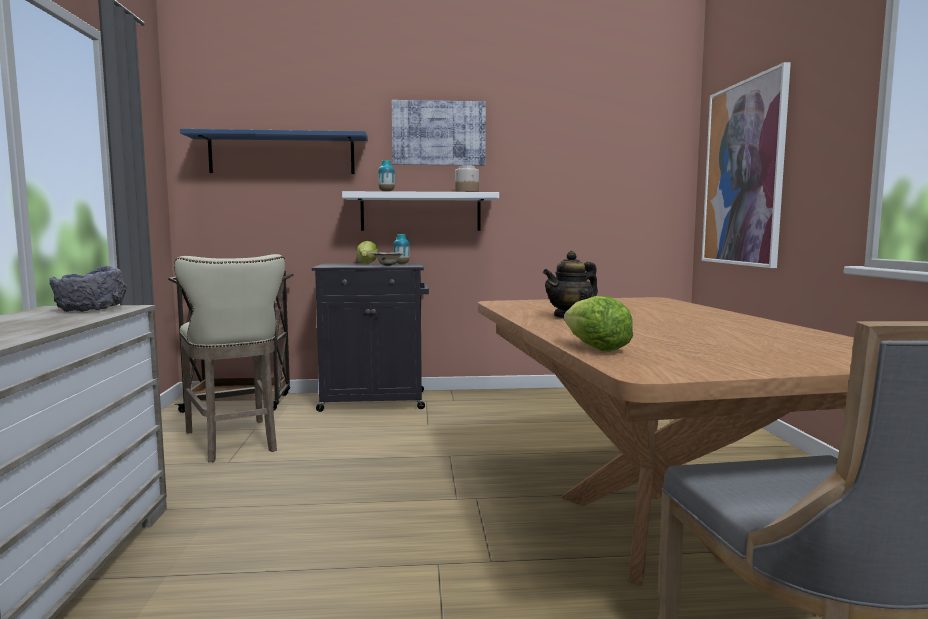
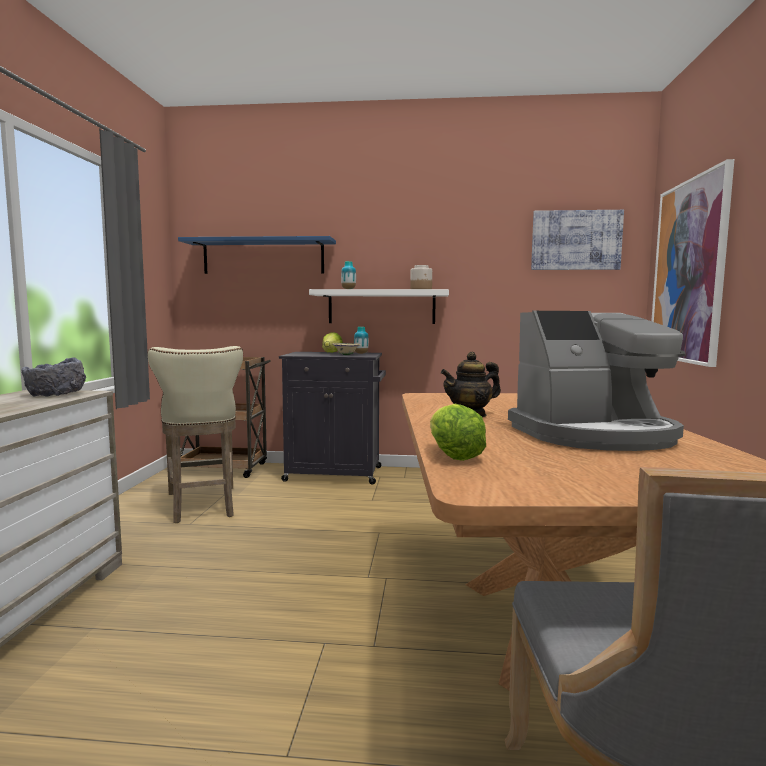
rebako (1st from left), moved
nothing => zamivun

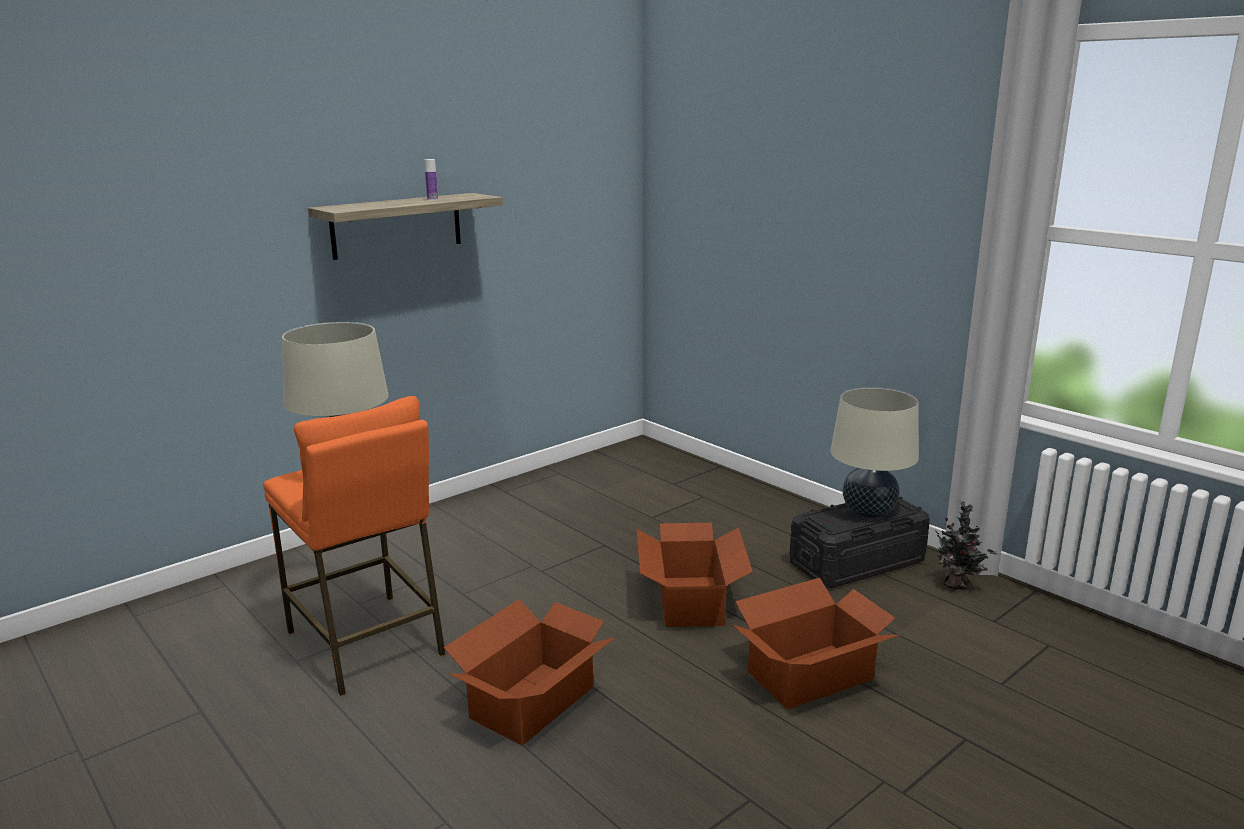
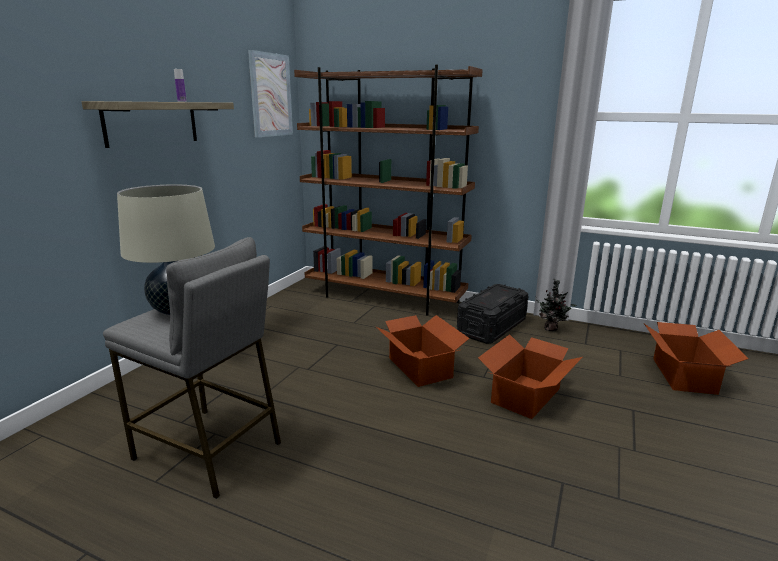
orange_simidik => grey_simidik
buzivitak (1st from left in the first image) => buzivitak (3rd from left), moved
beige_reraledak (2nd from left) => nothing
nothing => rebako
nothing => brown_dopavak

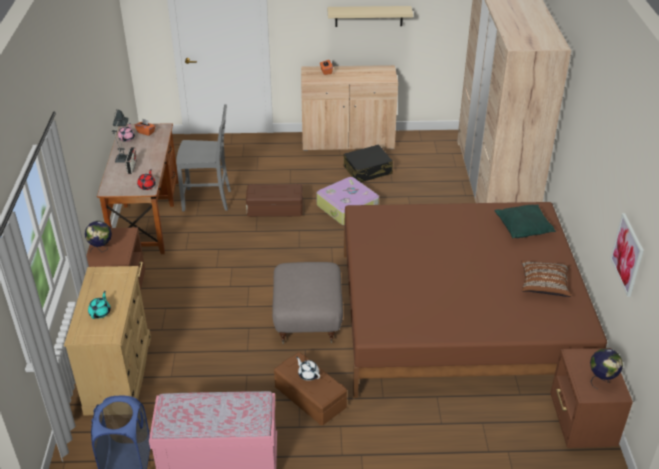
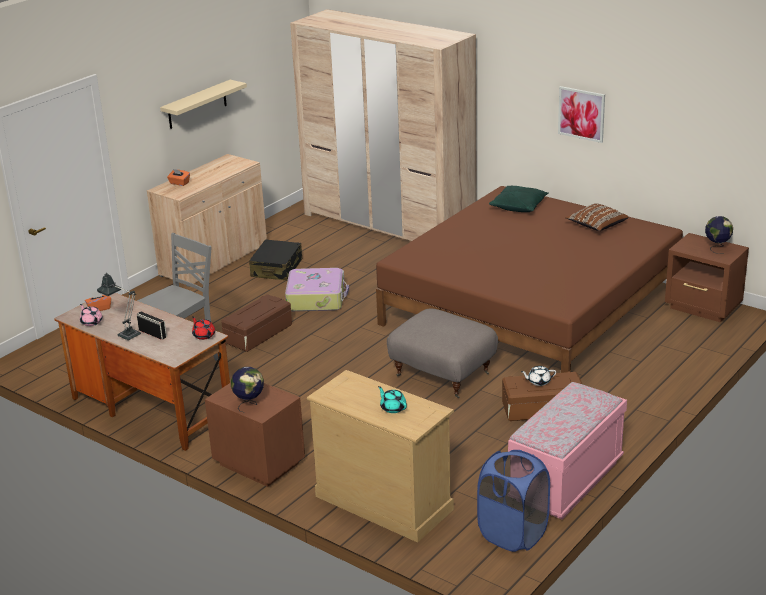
rebako, moved

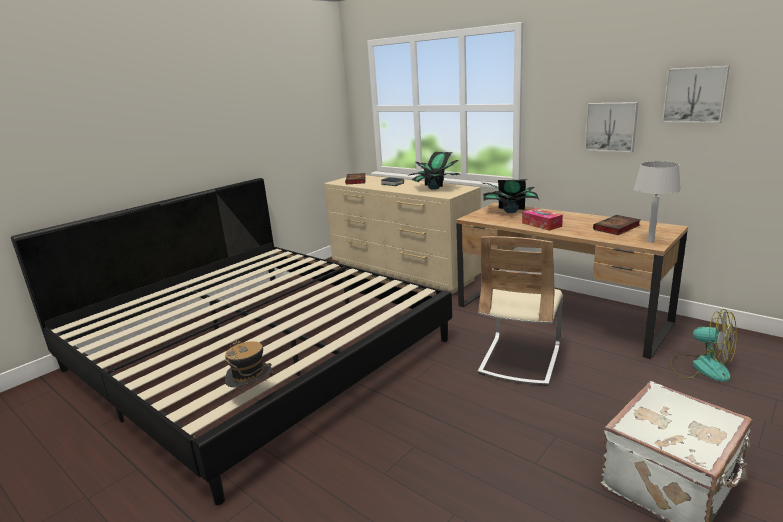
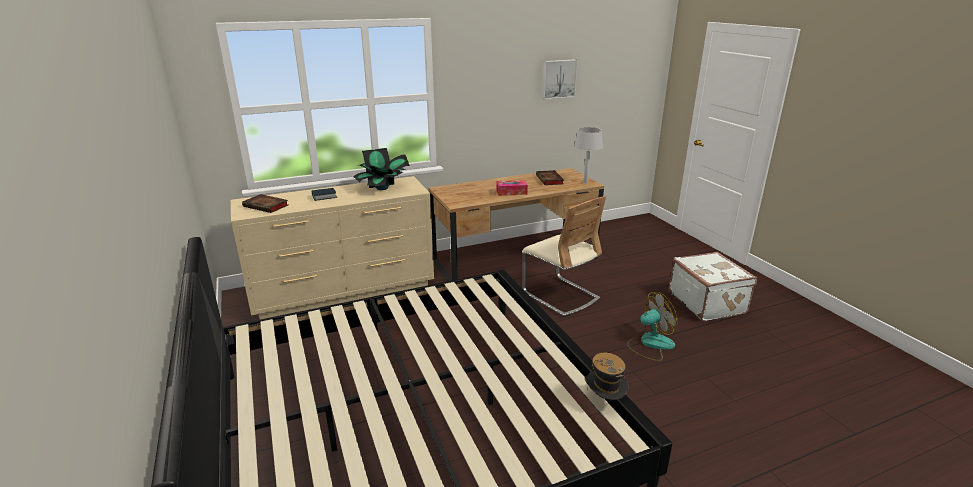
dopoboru (2nd from left) => nothing
rebako (1st from left) => nothing
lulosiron, moved

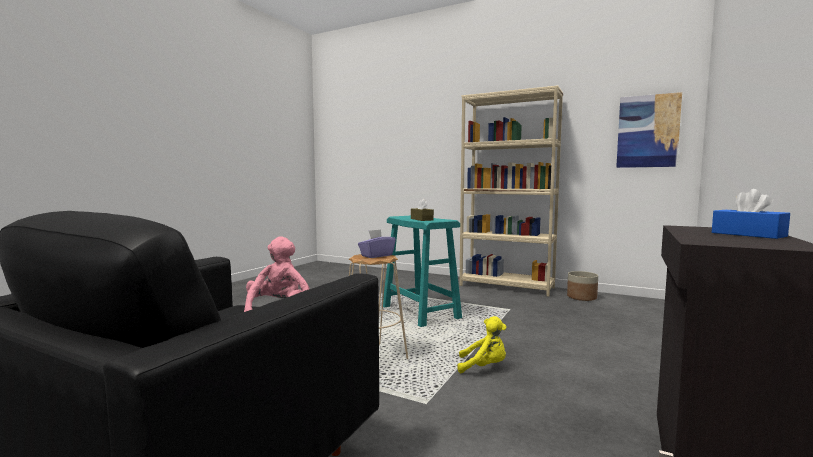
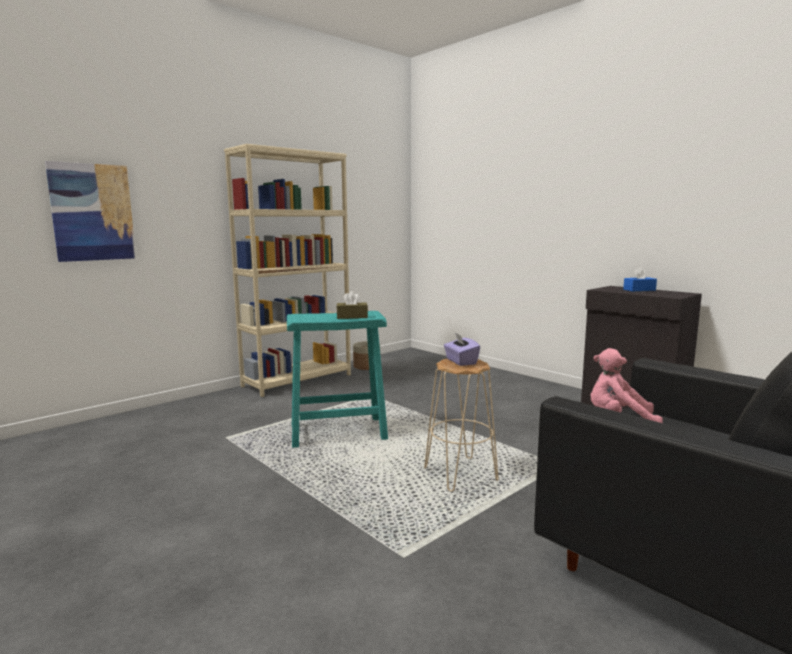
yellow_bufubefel => nothing
rebako, moved

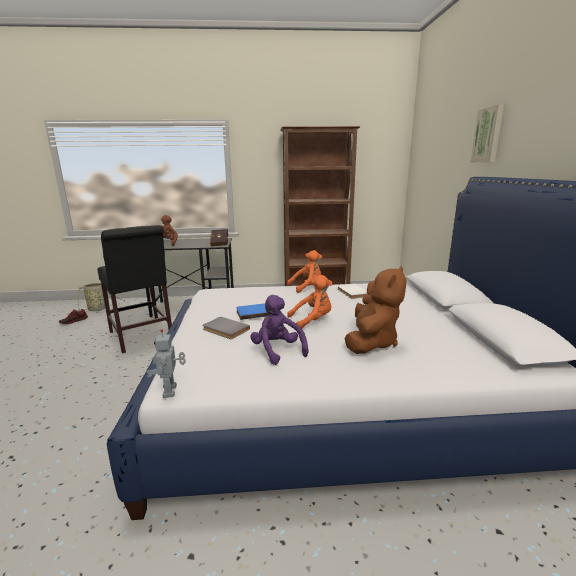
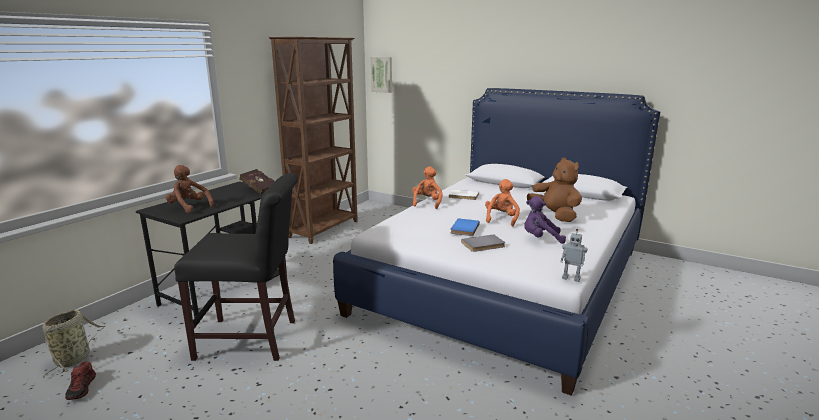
rebako, moved

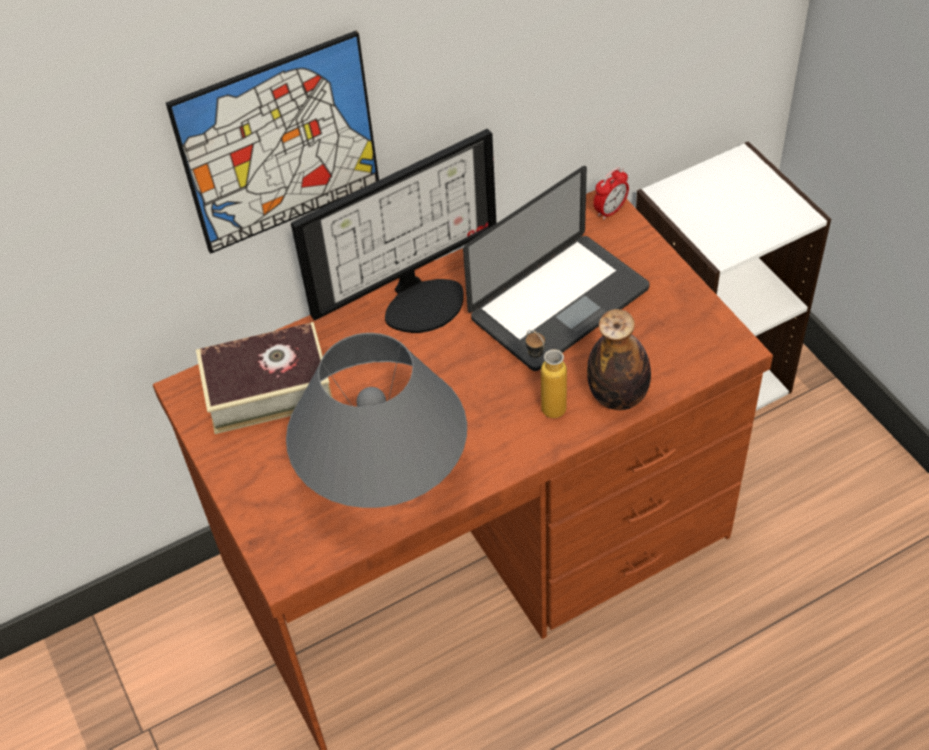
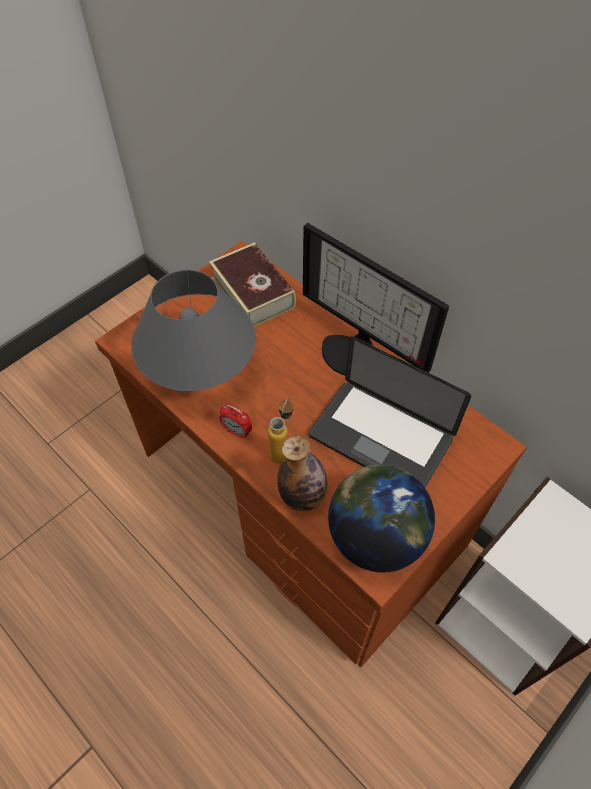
rebako => nothing
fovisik, moved
nothing => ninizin

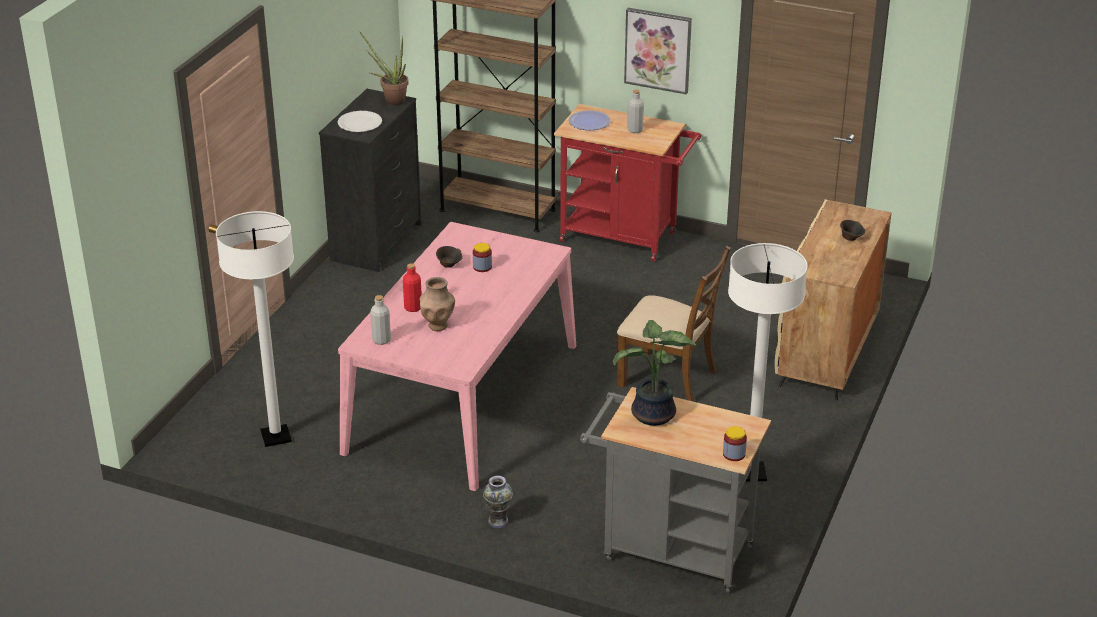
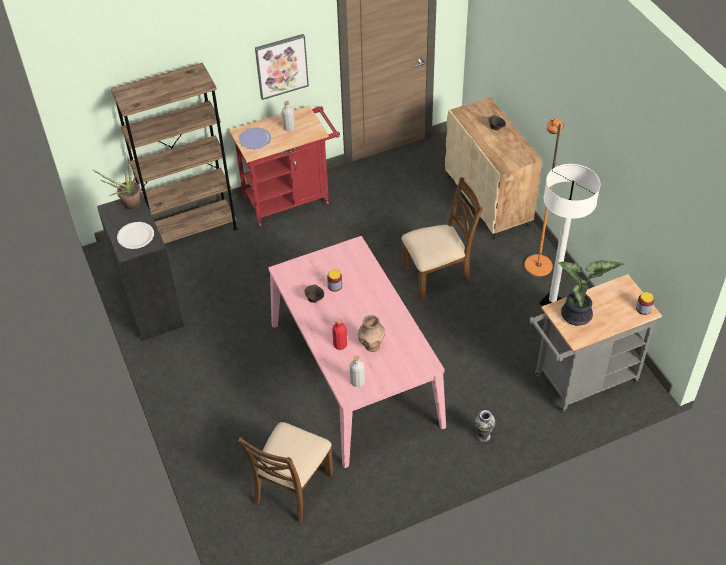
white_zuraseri (1st from left) => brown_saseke (1st from left)
nothing => orange_zuraseri

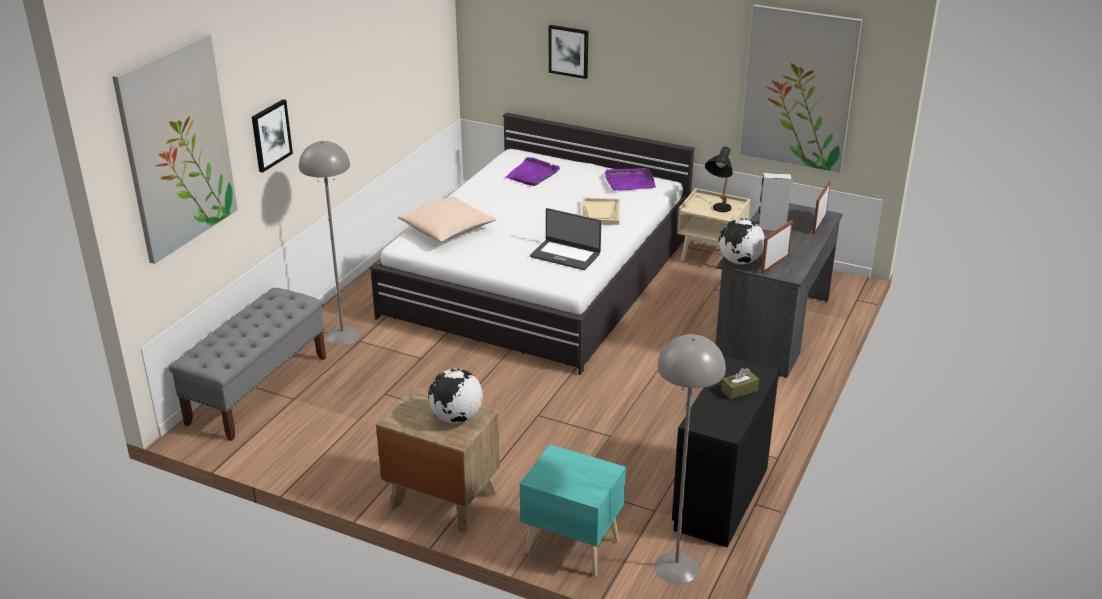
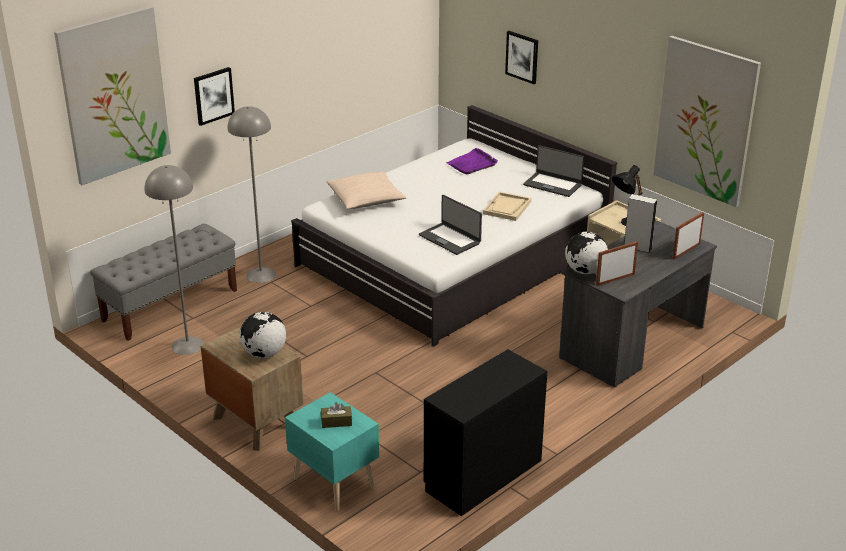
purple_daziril (2nd from left) => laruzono (2nd from left)
grey_zuraseri (2nd from left in the first image) => grey_zuraseri (1st from left), moved
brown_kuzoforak, moved

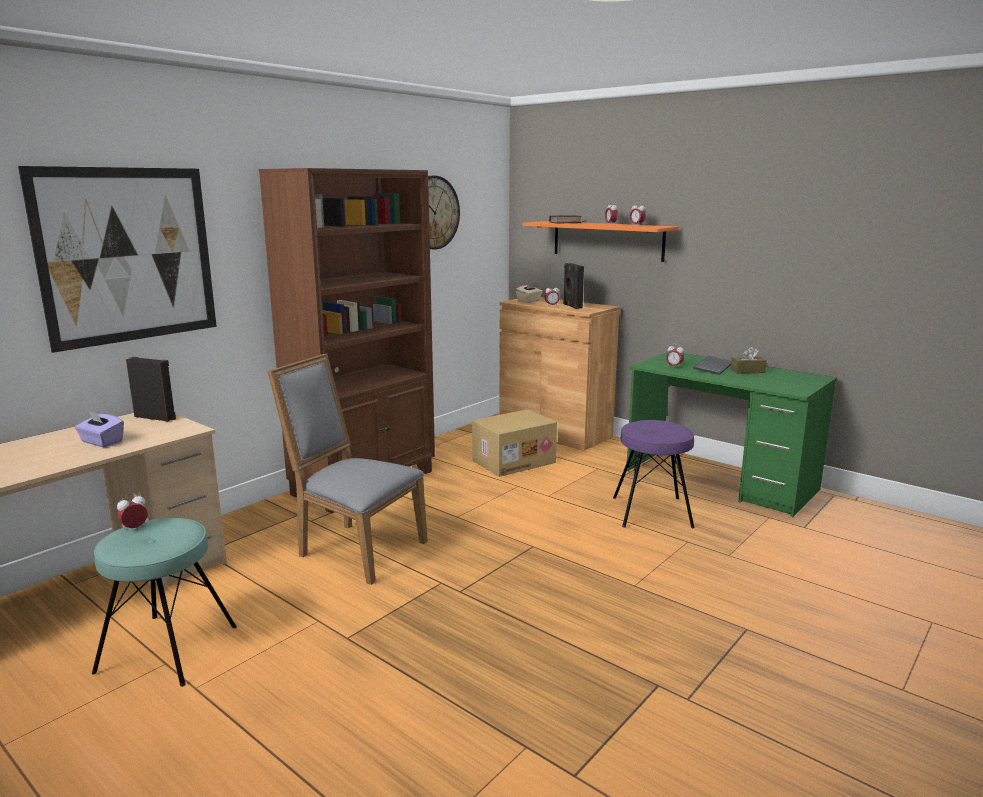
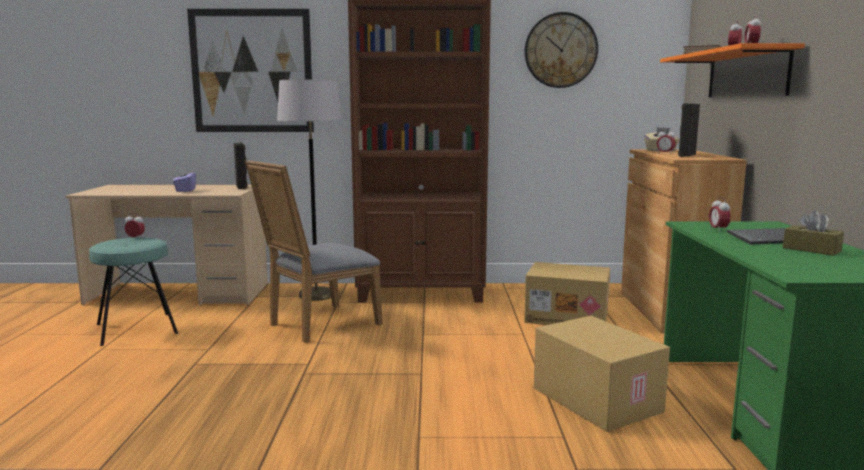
grey_saseke, 120 degrees counterclockwise
purple_simidik => buzivitak (2nd from left)
nothing => grey_zuraseri

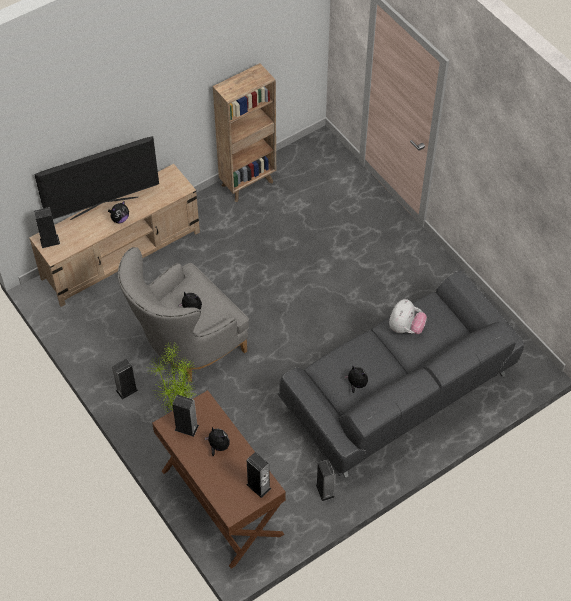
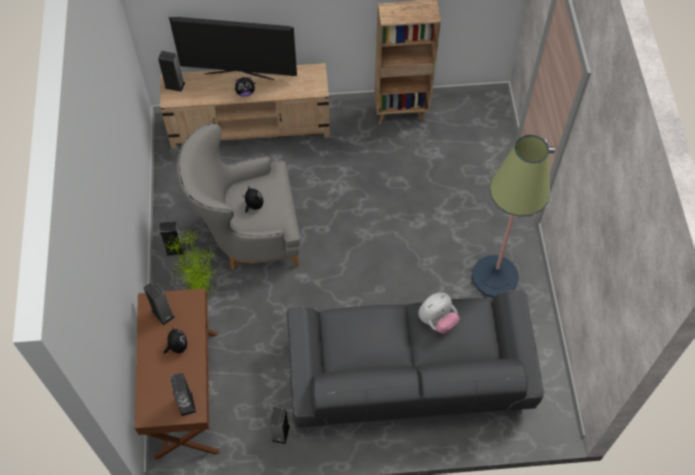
bufubefel (4th from left) => nothing
nothing => zuraseri

